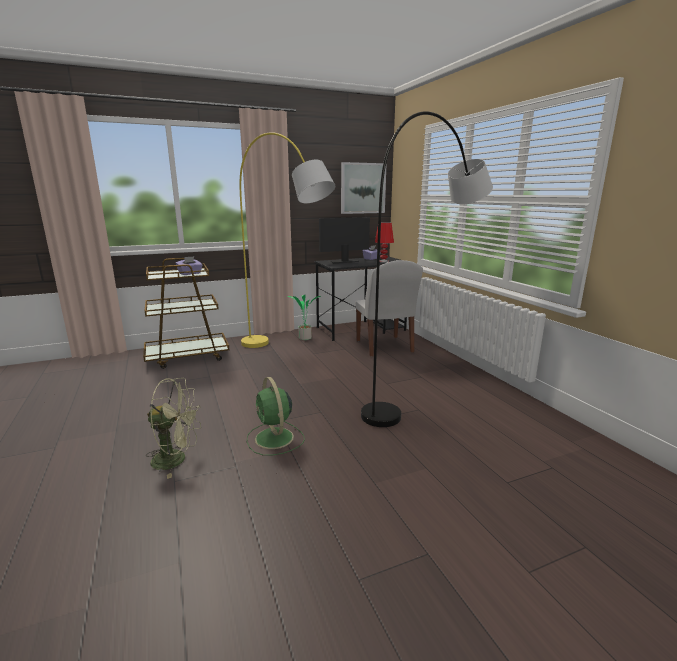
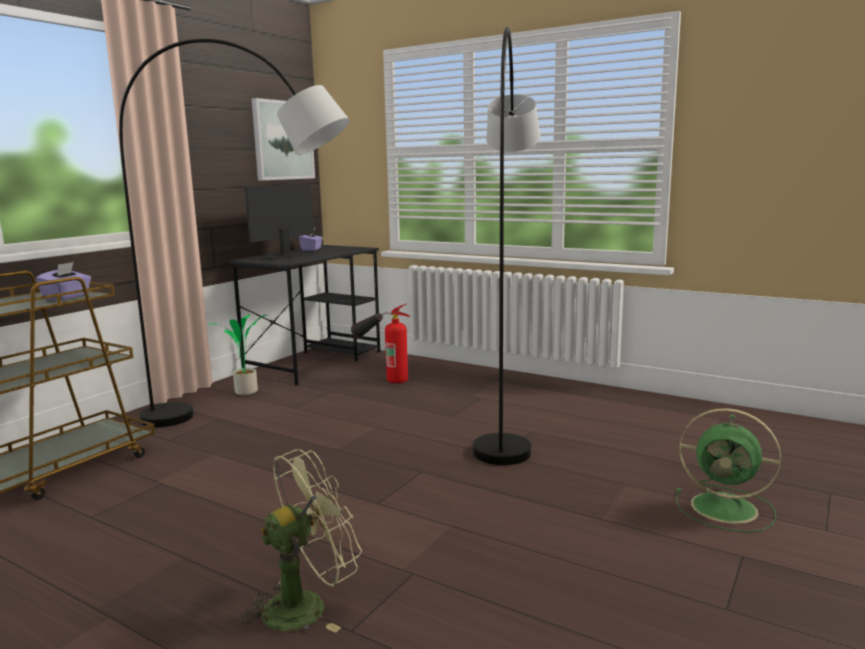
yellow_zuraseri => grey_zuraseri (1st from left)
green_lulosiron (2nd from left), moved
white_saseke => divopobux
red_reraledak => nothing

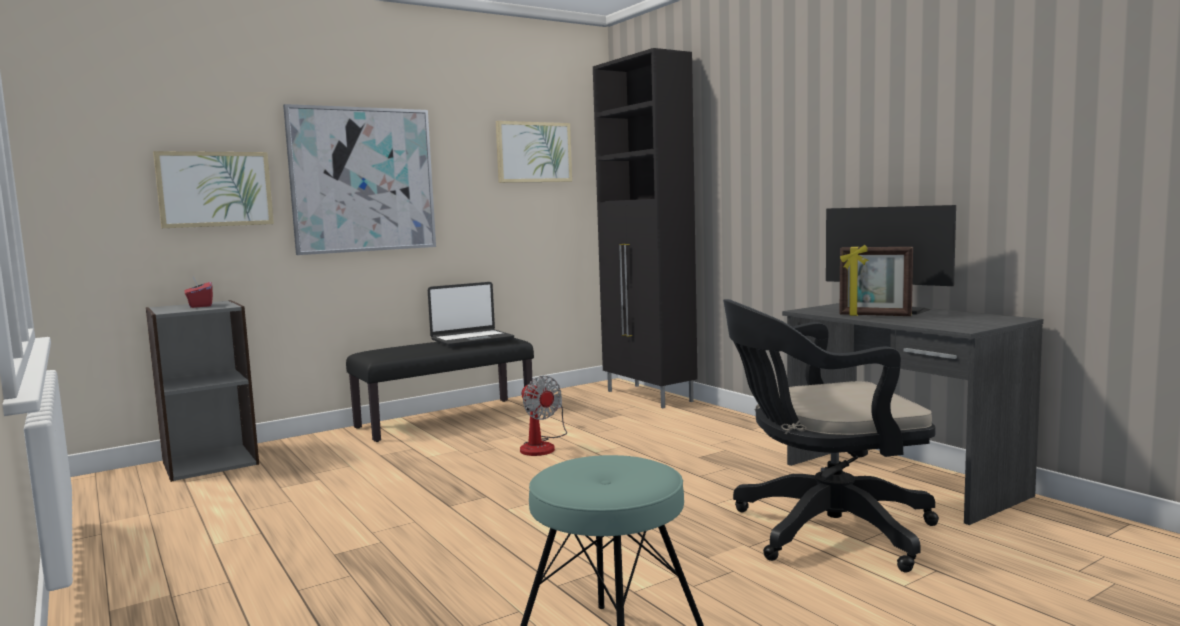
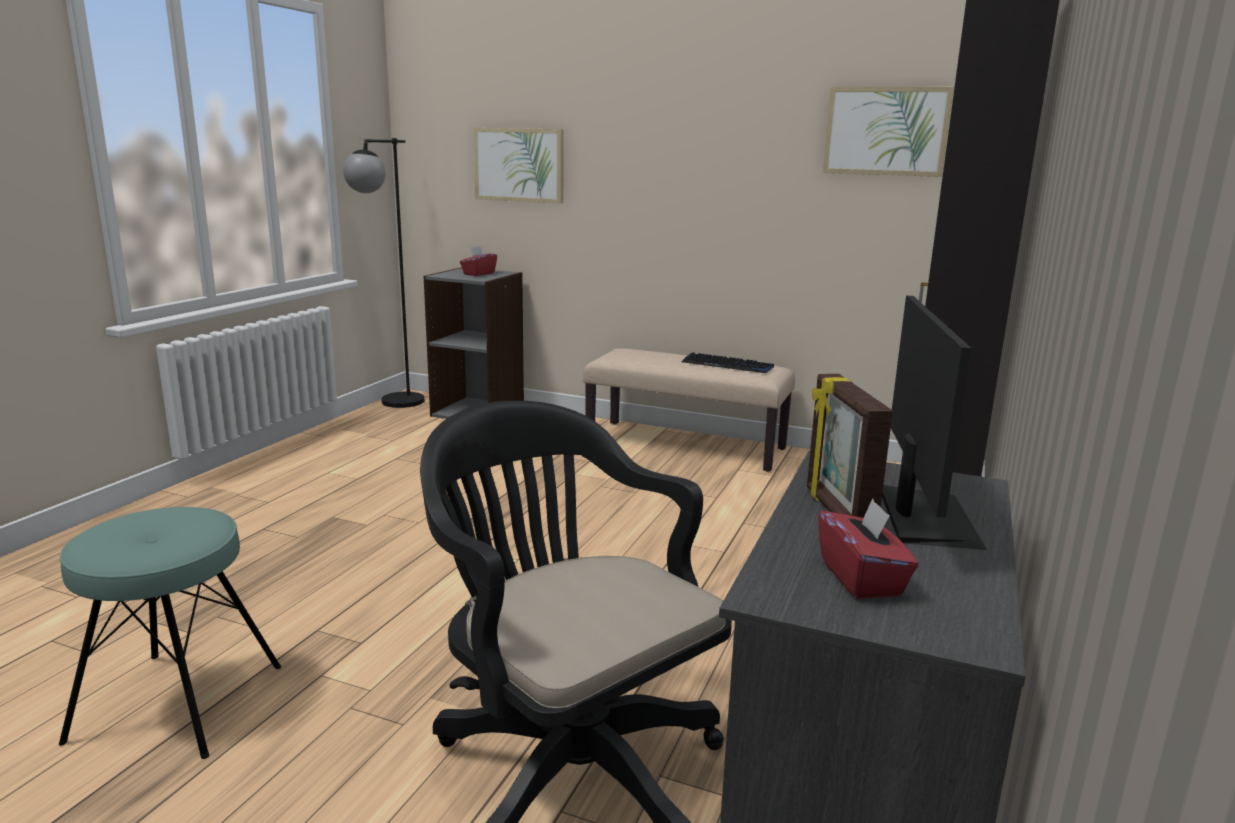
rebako (2nd from left) => nothing
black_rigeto => beige_rigeto
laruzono => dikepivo
lulosiron => nothing
nothing => black_zuraseri
nothing => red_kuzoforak (2nd from left)

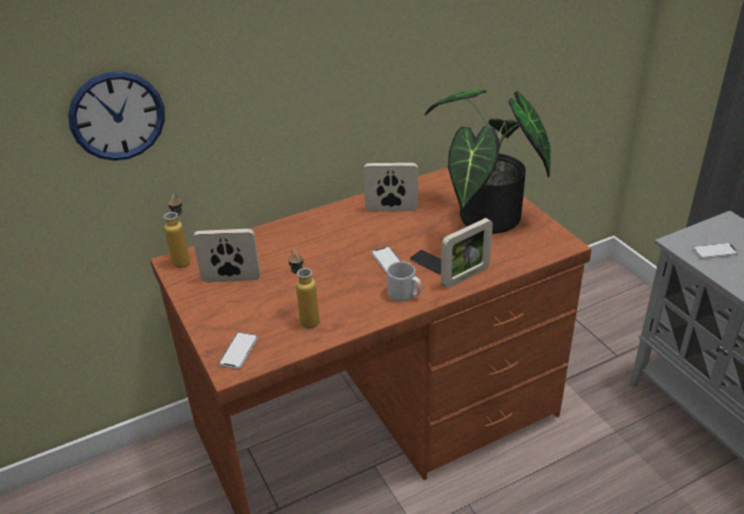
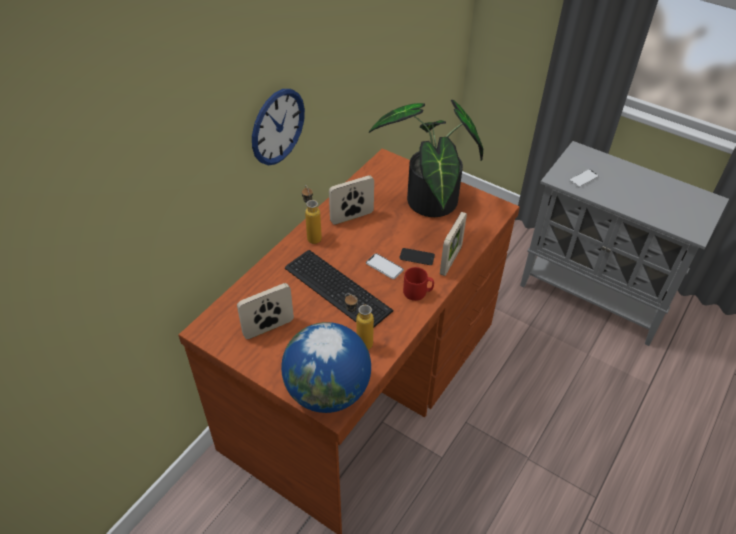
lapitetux, moved
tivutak (1st from left), moved
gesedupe (1st from left) => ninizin
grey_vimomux => red_vimomux
nothing => dikepivo

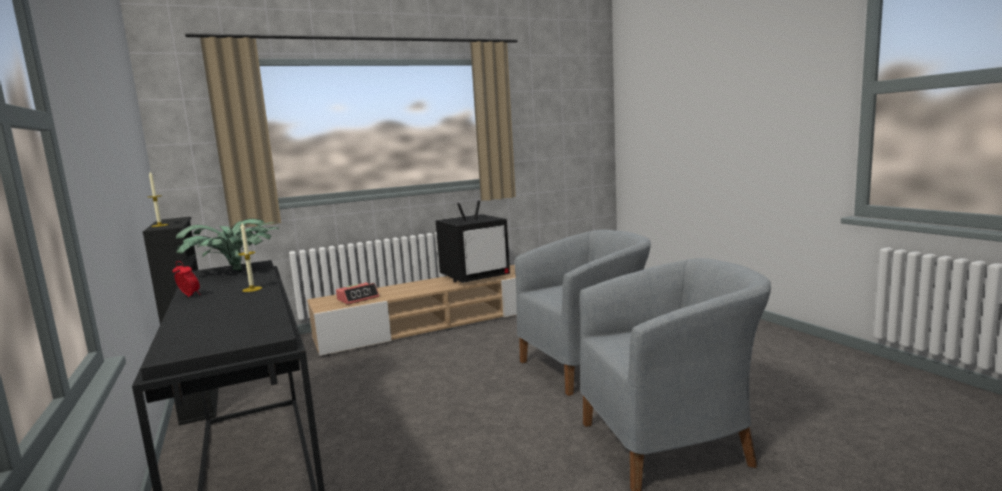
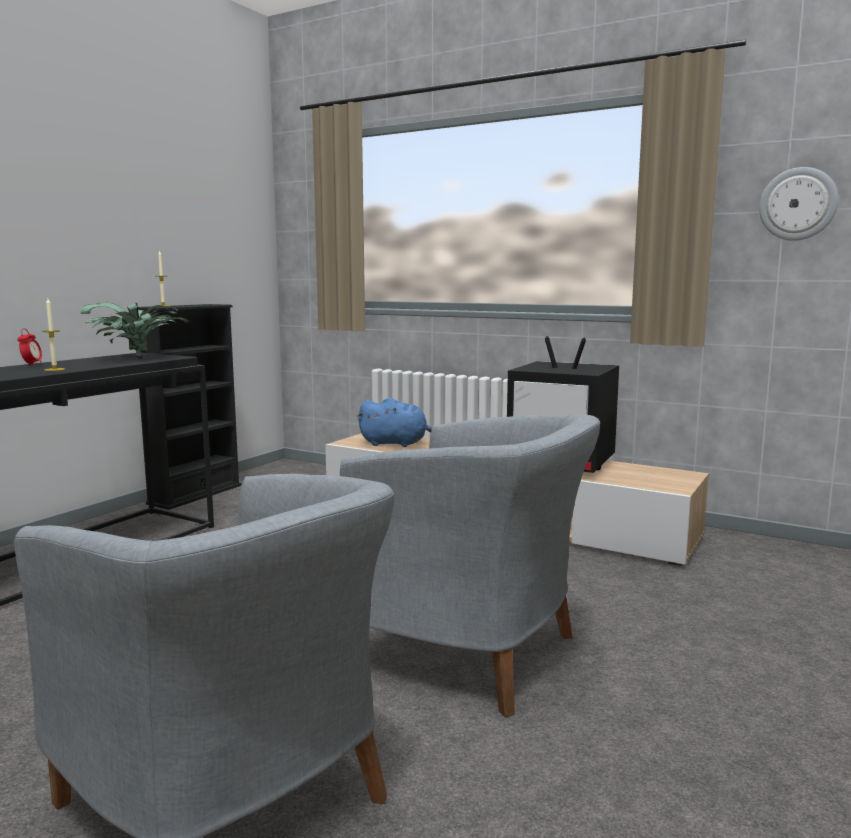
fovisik (2nd from left) => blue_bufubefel
nothing => lapitetux

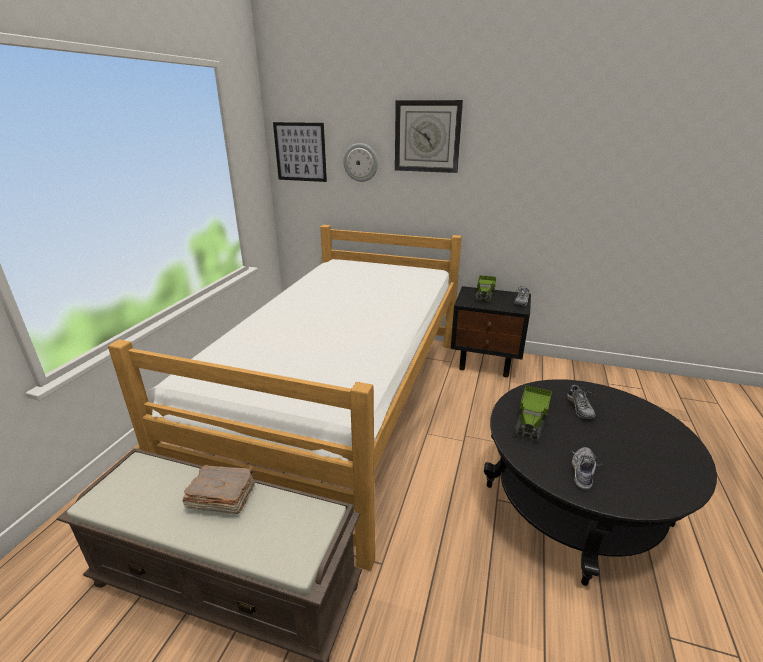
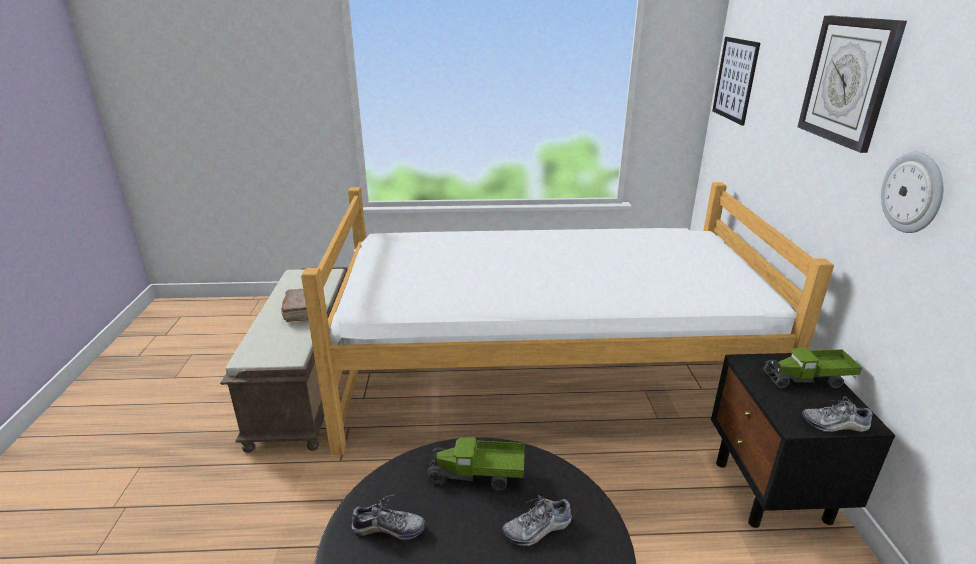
lapitetux (1st from left in the first image) => lapitetux (2nd from left), moved

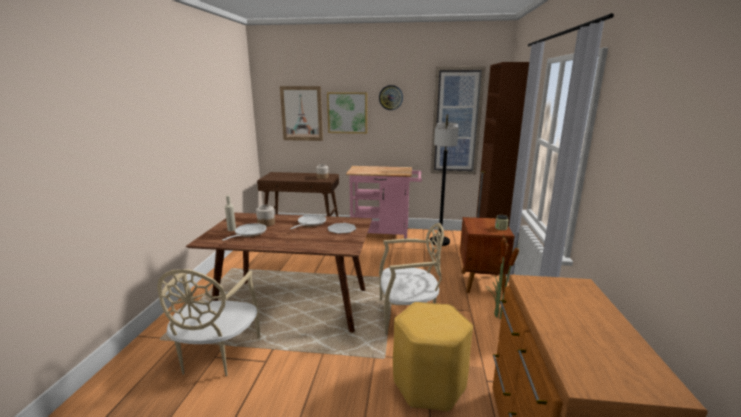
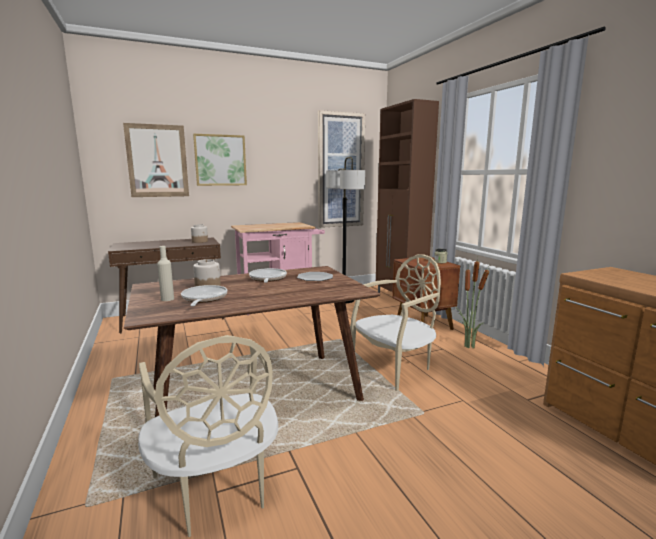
lapitetux => nothing
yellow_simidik => nothing

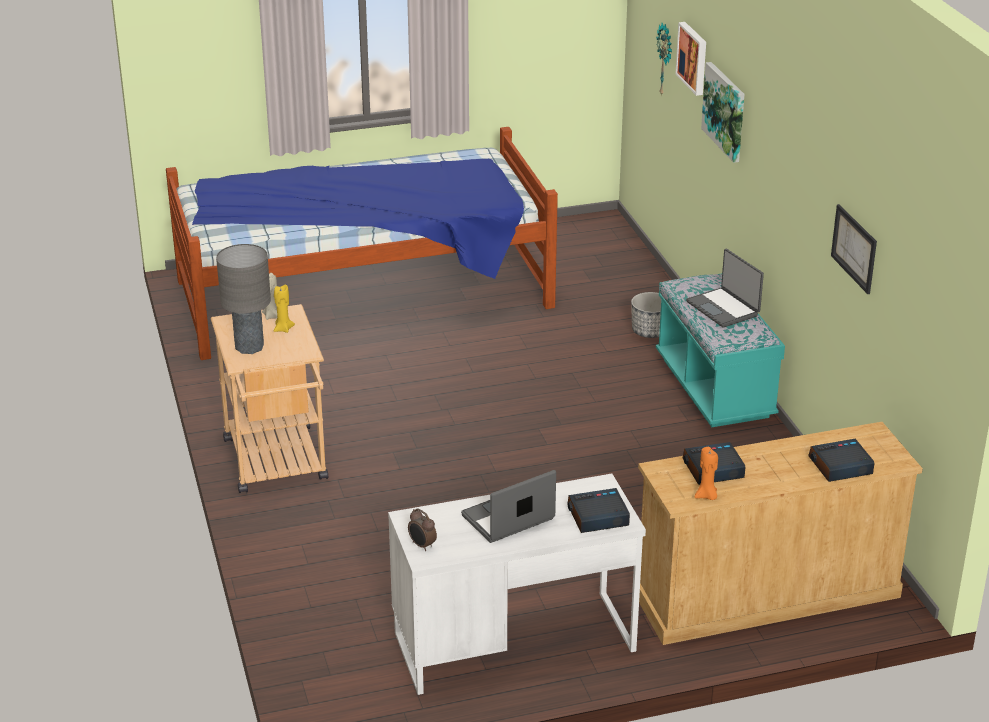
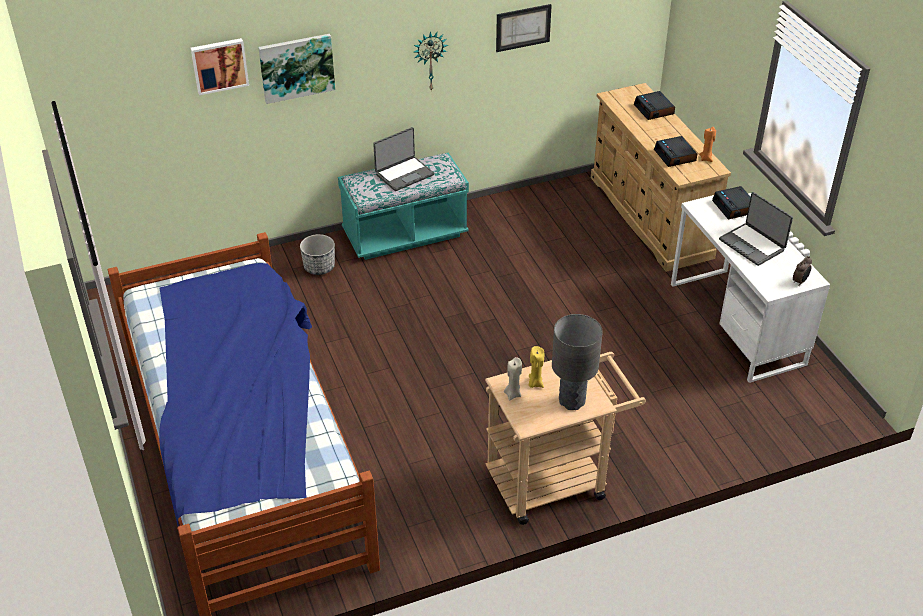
lapitetux, moved

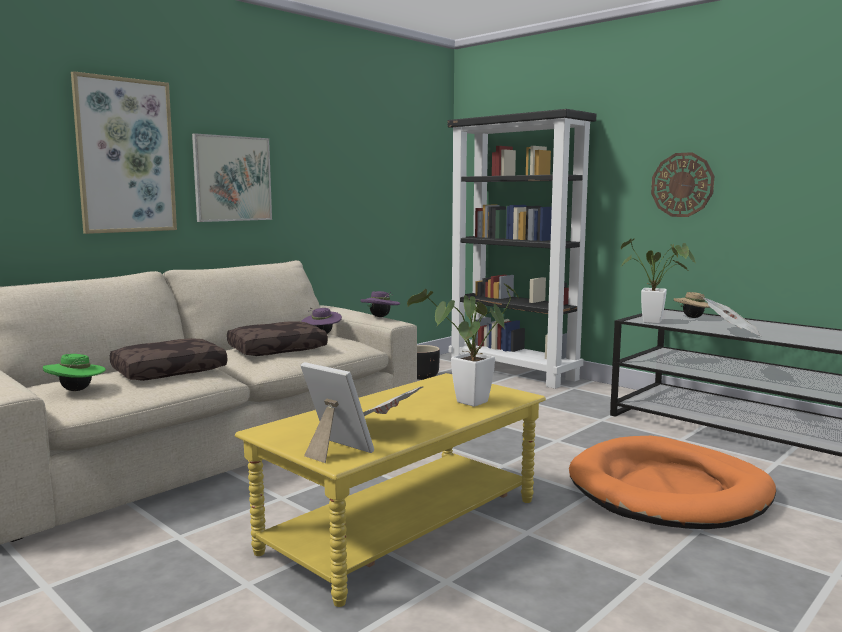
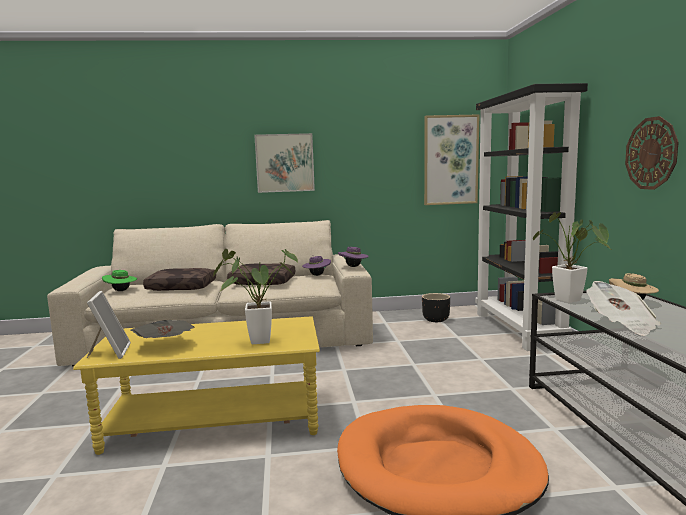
rebako (1st from left in the first image) => rebako (2nd from left), moved

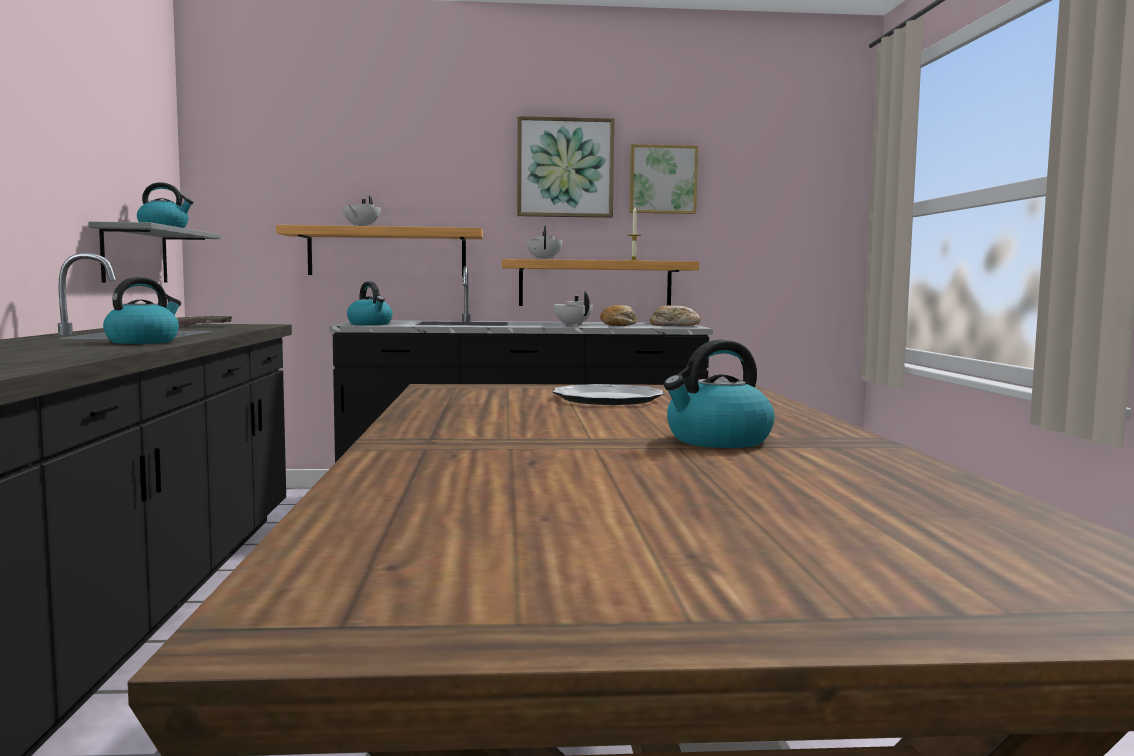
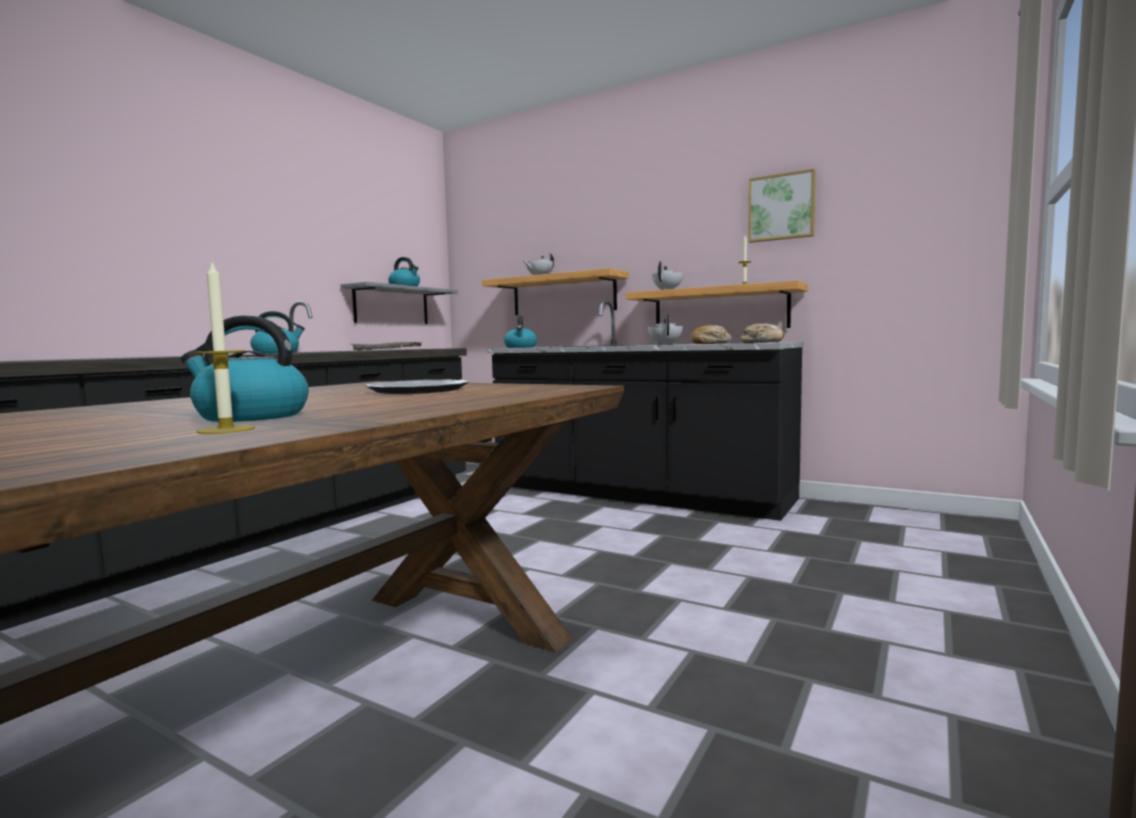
rebako (1st from left) => nothing
nothing => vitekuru (1st from left)

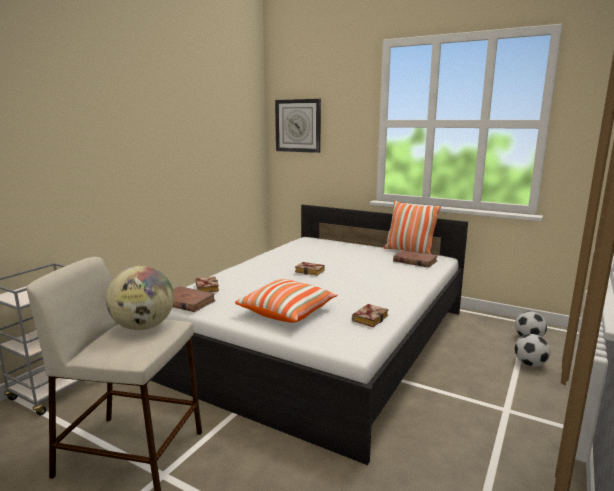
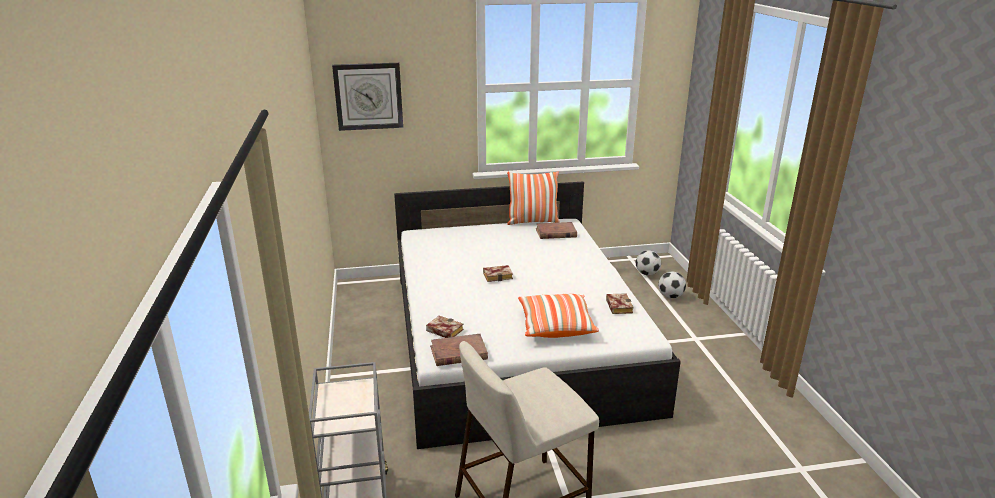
ninizin => nothing

